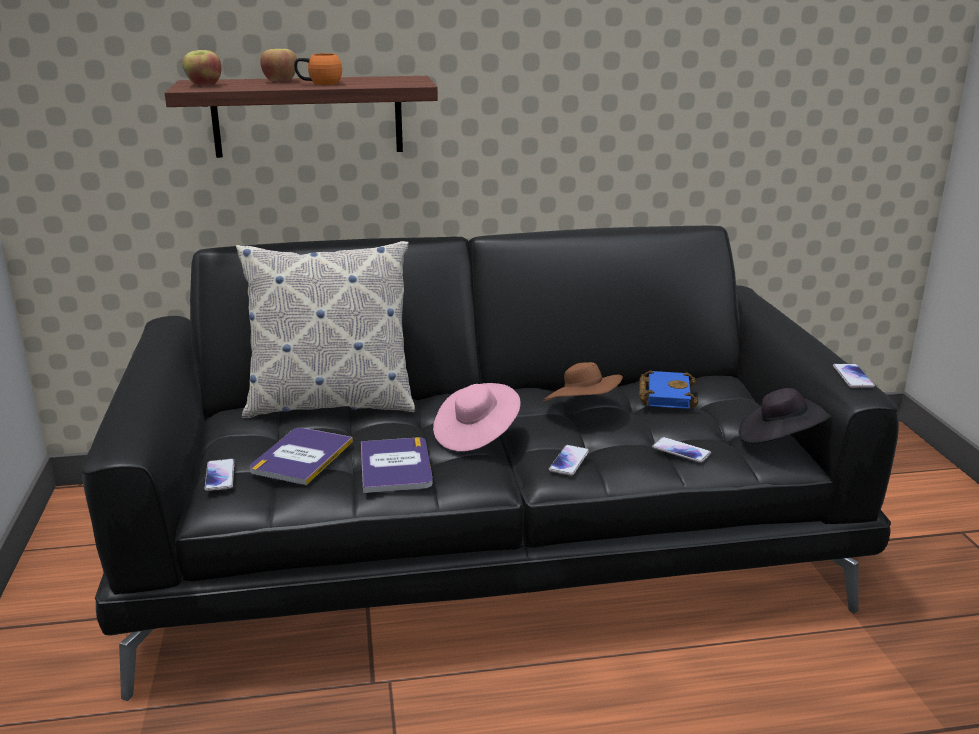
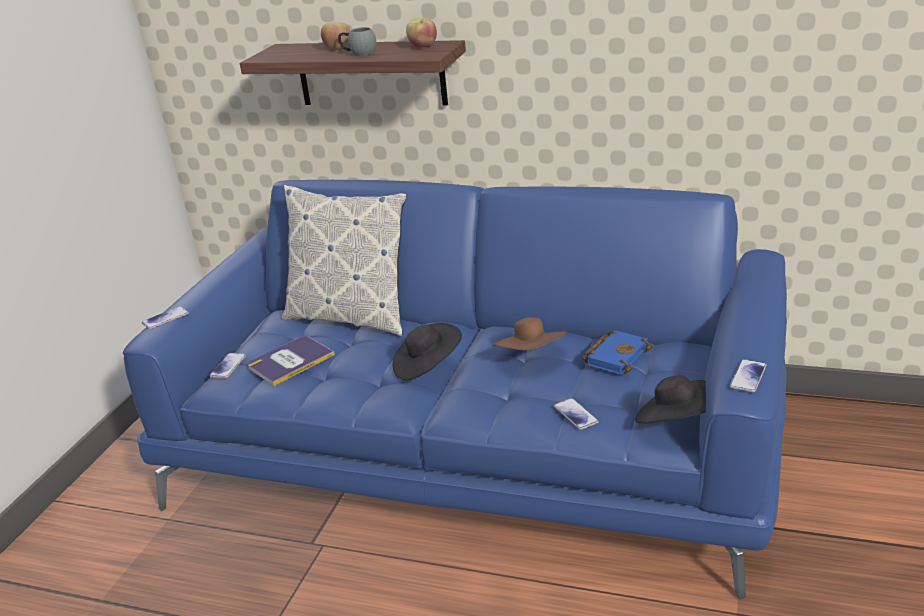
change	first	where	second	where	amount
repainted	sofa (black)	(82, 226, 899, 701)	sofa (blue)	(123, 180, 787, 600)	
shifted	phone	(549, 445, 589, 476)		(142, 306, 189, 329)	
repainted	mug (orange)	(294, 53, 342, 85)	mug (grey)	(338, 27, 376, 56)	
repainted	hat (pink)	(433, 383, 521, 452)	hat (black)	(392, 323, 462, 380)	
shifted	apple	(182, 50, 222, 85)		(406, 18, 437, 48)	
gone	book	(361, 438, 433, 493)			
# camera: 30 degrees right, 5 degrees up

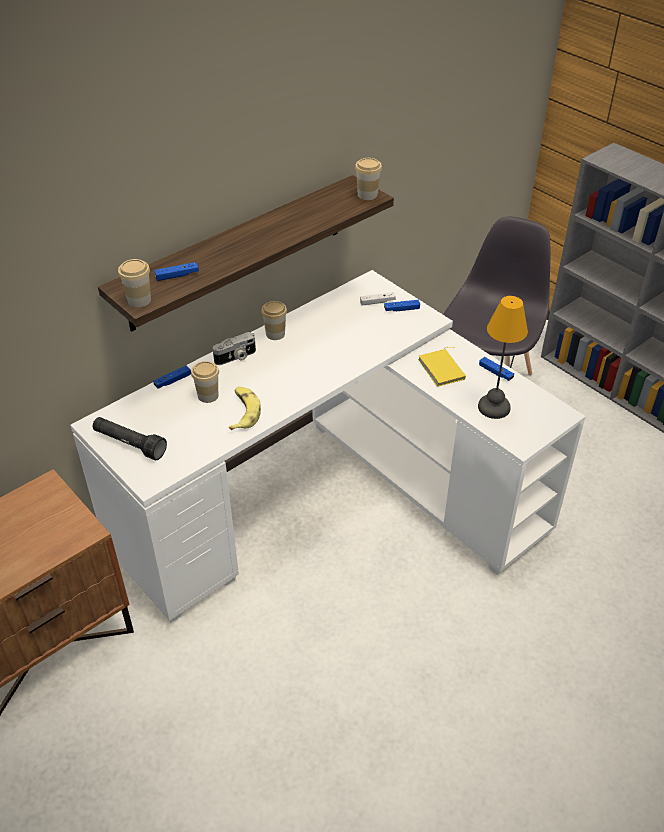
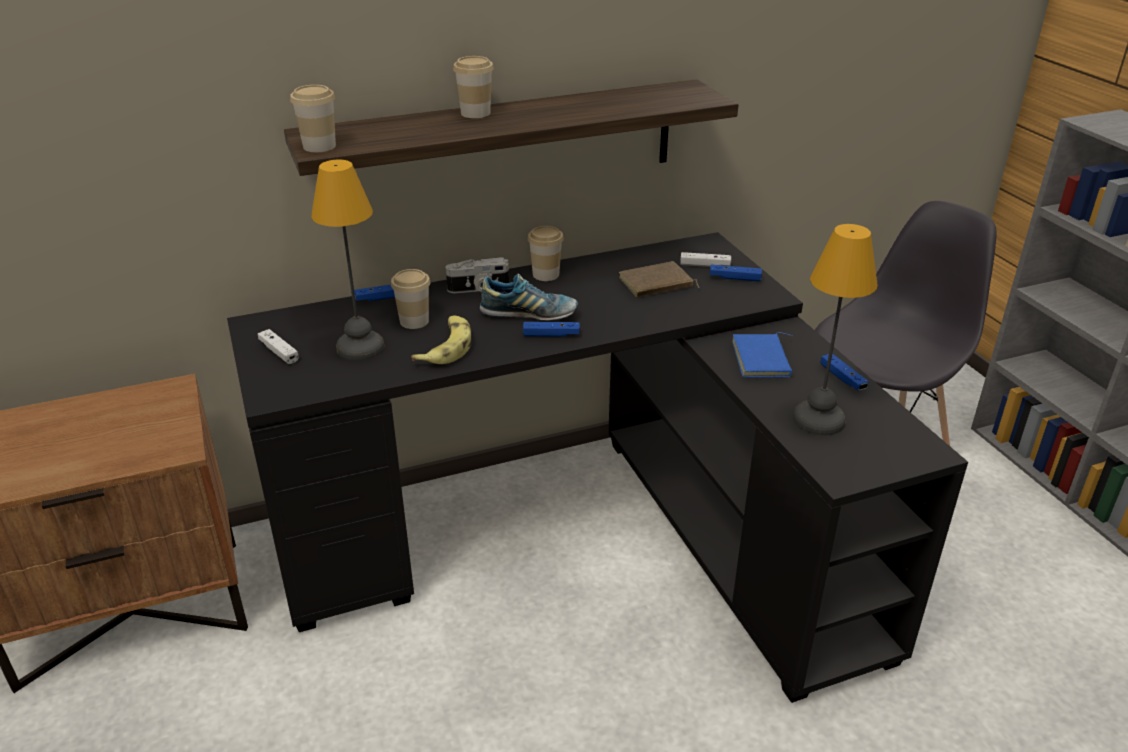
change	first	where	second	where	amount
repainted	desk (white)	(71, 270, 586, 623)	desk (black)	(227, 232, 968, 703)	
swapped	flashlight (black)	(93, 417, 167, 460)	game controller (white)	(258, 329, 299, 364)	
new			table lamp	(311, 159, 384, 361)	
shifted	cup	(355, 158, 382, 200)		(453, 56, 494, 118)	
new			shoe	(480, 274, 578, 321)	
shifted	game controller (blue)	(154, 262, 199, 281)		(523, 322, 580, 337)	
new			book (brown)	(619, 261, 699, 297)	
repainted	book (yellow)	(418, 347, 466, 387)	book (blue)	(732, 332, 792, 377)	
# camera: 20 degrees right, 10 degrees down

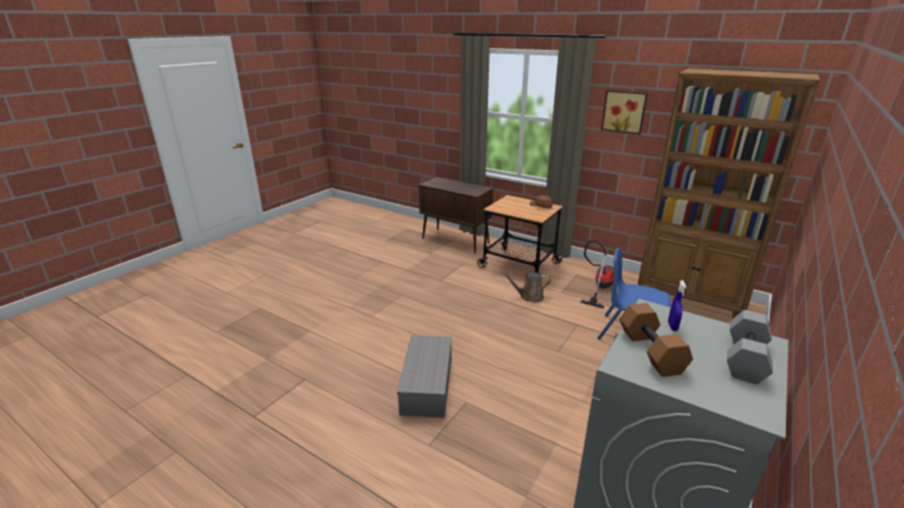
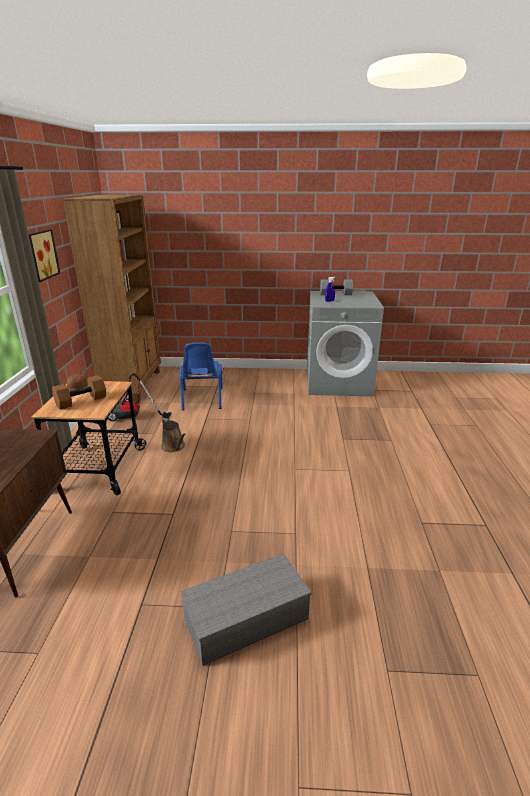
change	first	where	second	where	amount
shifted	dumbbell (brown)	(619, 303, 693, 377)		(52, 375, 106, 410)	
shifted	storage box (grey)	(397, 335, 452, 418)		(180, 553, 311, 666)	
# camera: 120 degrees left, 0 degrees up

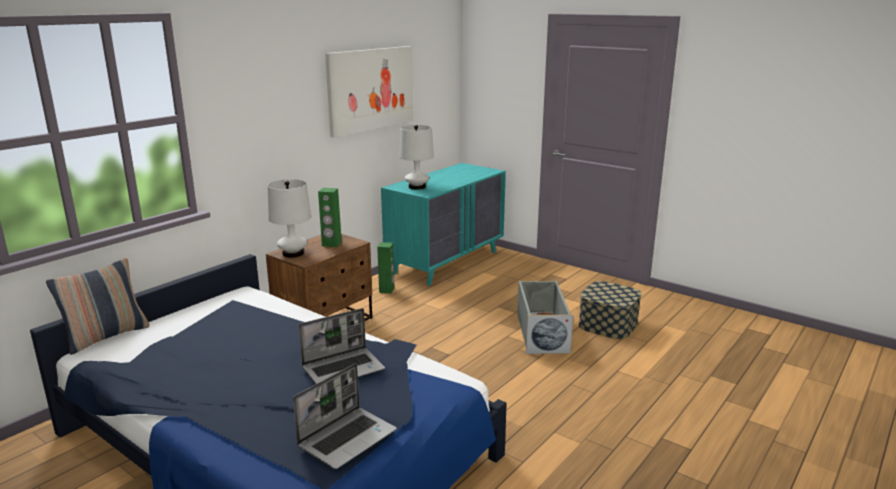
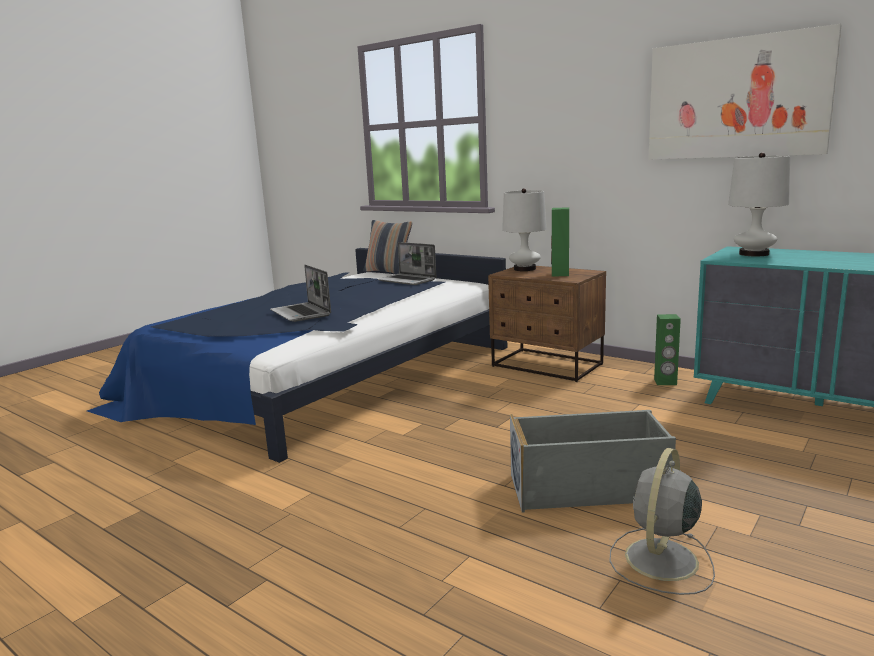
change	first	where	second	where	amount
shifted	laptop	(293, 363, 397, 469)		(378, 242, 436, 285)	
swapped	storage box	(579, 281, 642, 339)	fan (grey)	(610, 448, 715, 595)	
# camera: 90 degrees right, 5 degrees down

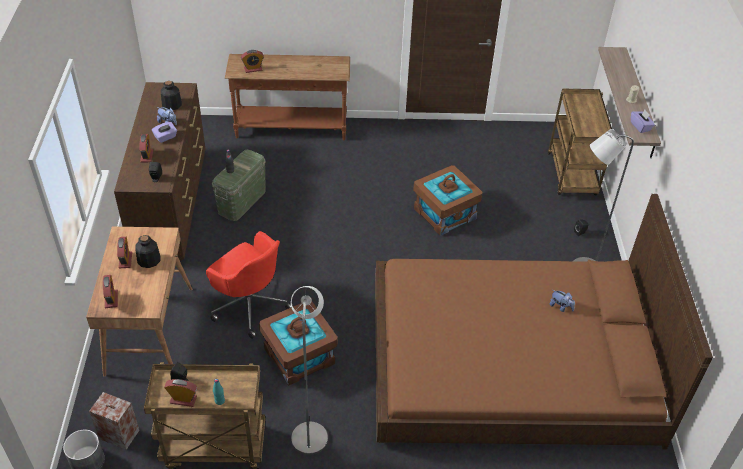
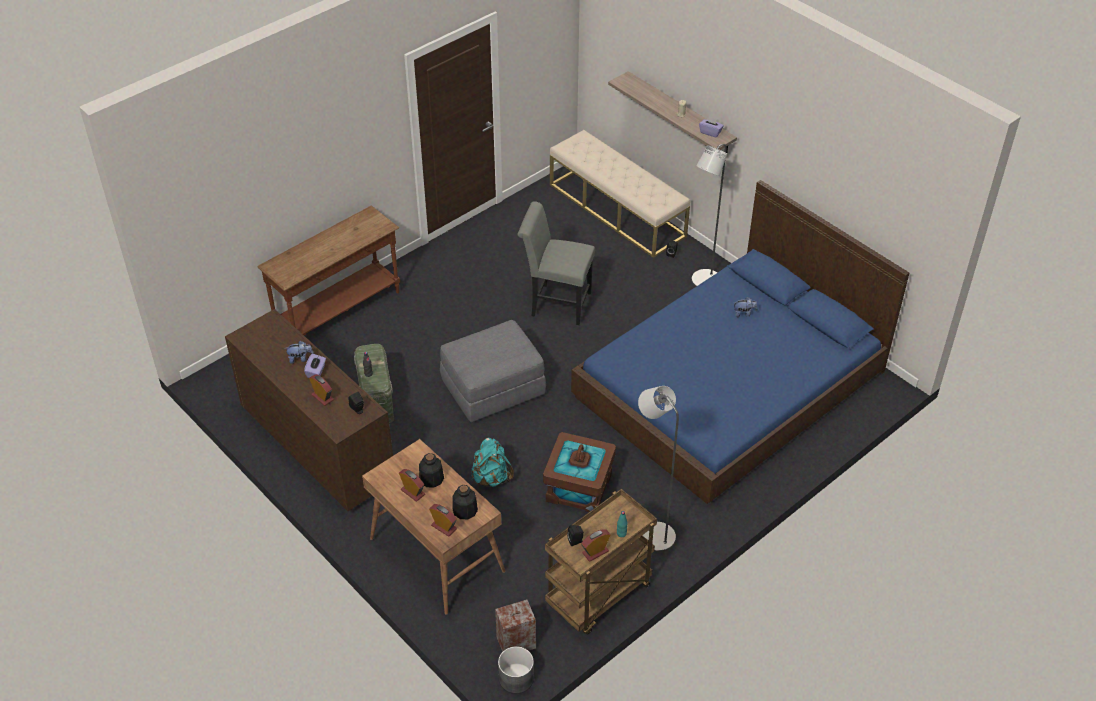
change	first	where	second	where	amount
new			ottoman (grey)	(440, 320, 546, 422)	
shifted	bottle	(161, 81, 182, 110)		(452, 485, 478, 519)	
swapped	office chair (red)	(206, 231, 293, 339)	backpack (turquoise)	(471, 437, 514, 487)	
swapped	storage box (brown)	(413, 165, 483, 236)	chair (grey)	(517, 201, 595, 325)	
swapped	cart (brown)	(548, 88, 612, 195)	bench (beige)	(550, 130, 690, 258)	
repainted	bed (brown)	(375, 194, 713, 449)	bed (blue)	(571, 180, 909, 504)	
gone	alarm clock	(241, 50, 264, 73)			
# camera: 40 degrees left, 0 degrees up

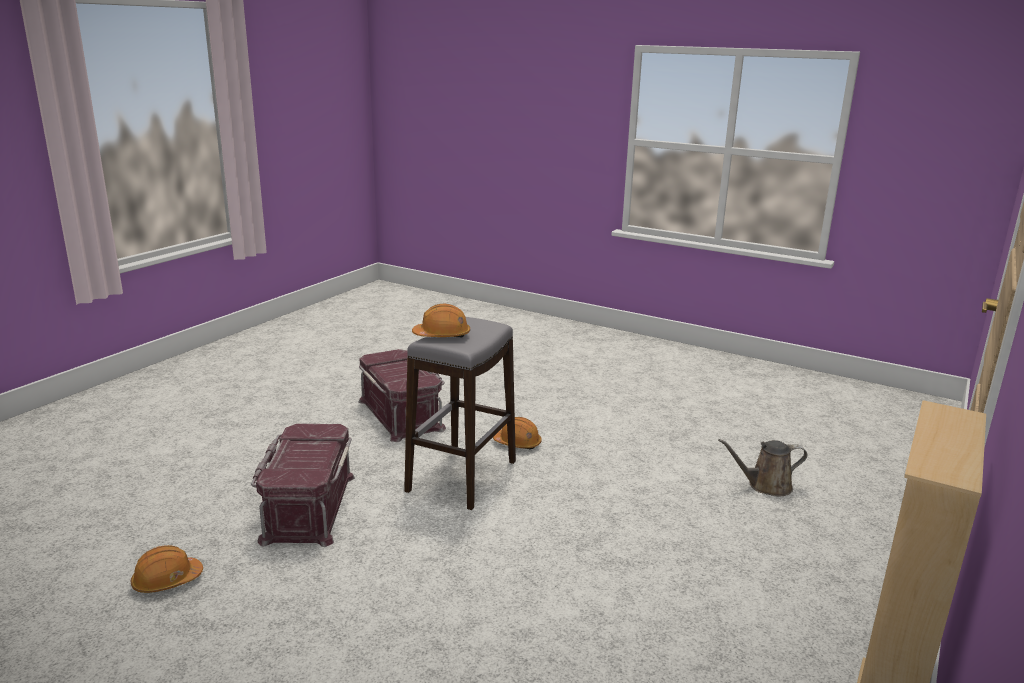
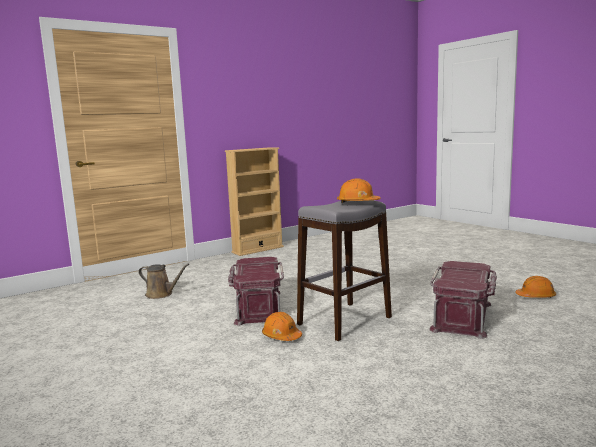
change	first	where	second	where	amount
shifted	storage box (red)	(358, 349, 446, 442)		(228, 257, 284, 326)	
# camera: 155 degrees left, 10 degrees down

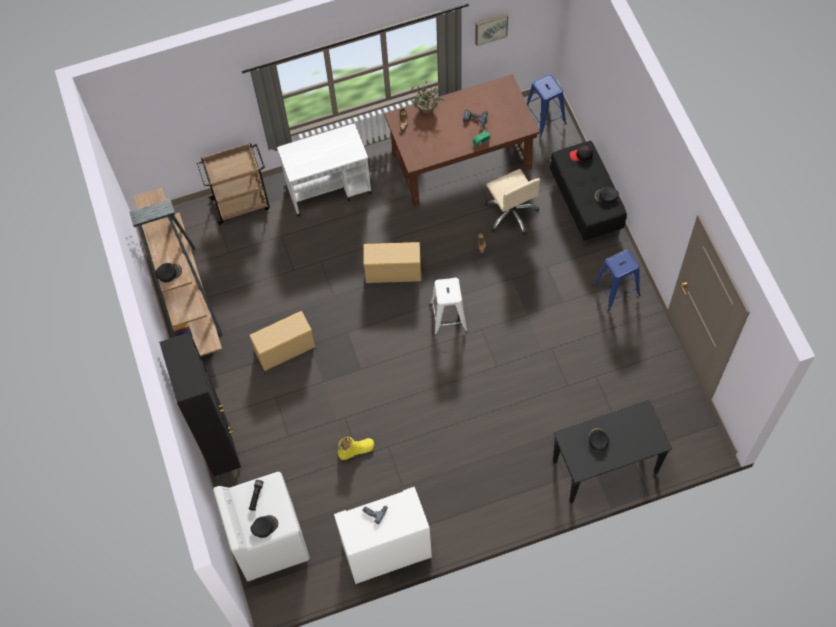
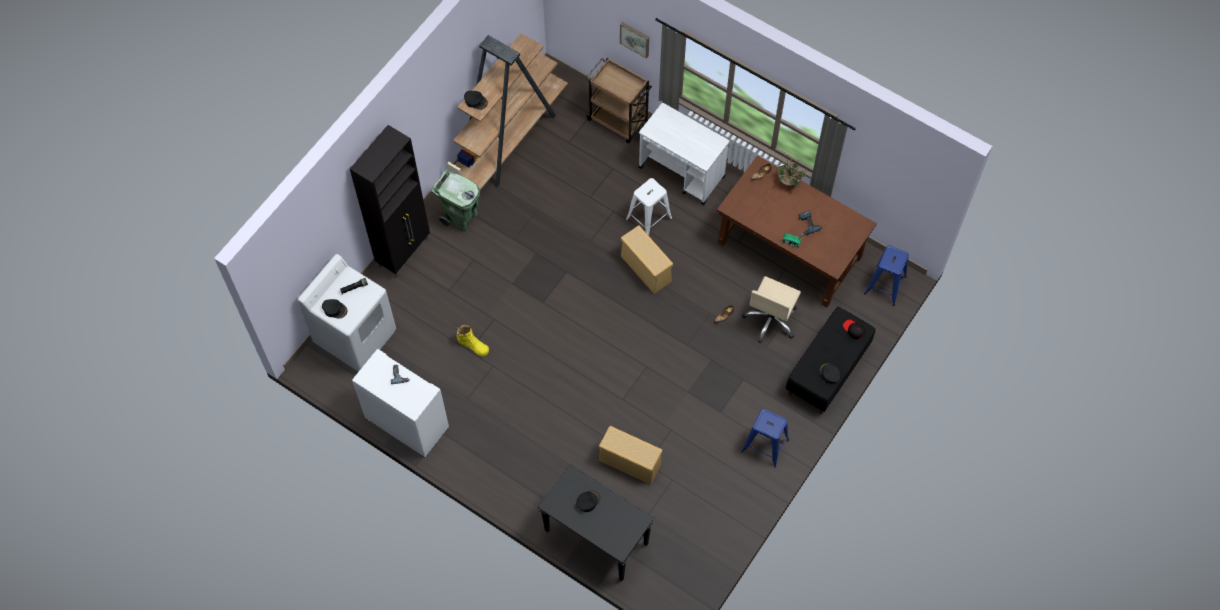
change	first	where	second	where	amount
new			trash can (green)	(431, 169, 480, 232)	
shifted	storage box (beige)	(249, 311, 315, 371)		(599, 426, 662, 485)	
shifted	picture	(475, 13, 508, 46)		(620, 22, 649, 59)	
shifted	stool (white)	(430, 278, 468, 335)		(626, 178, 673, 236)	
# camera: 50 degrees right, 0 degrees up

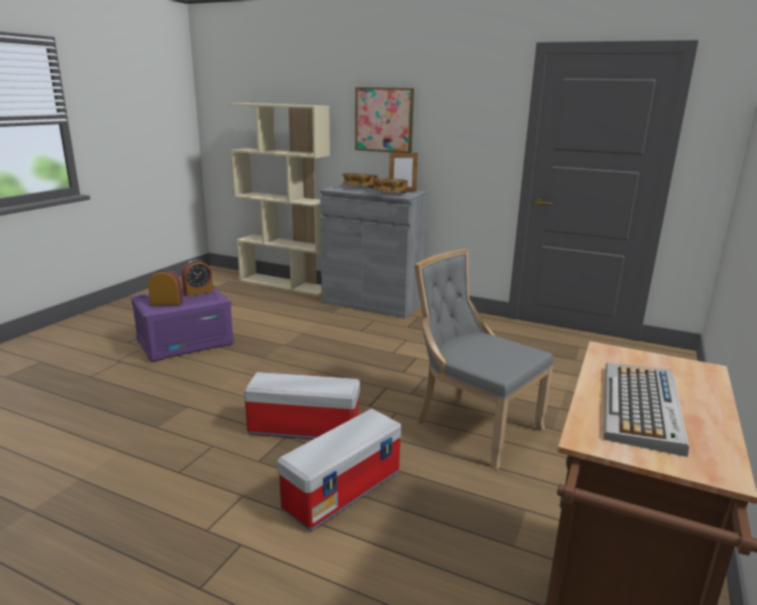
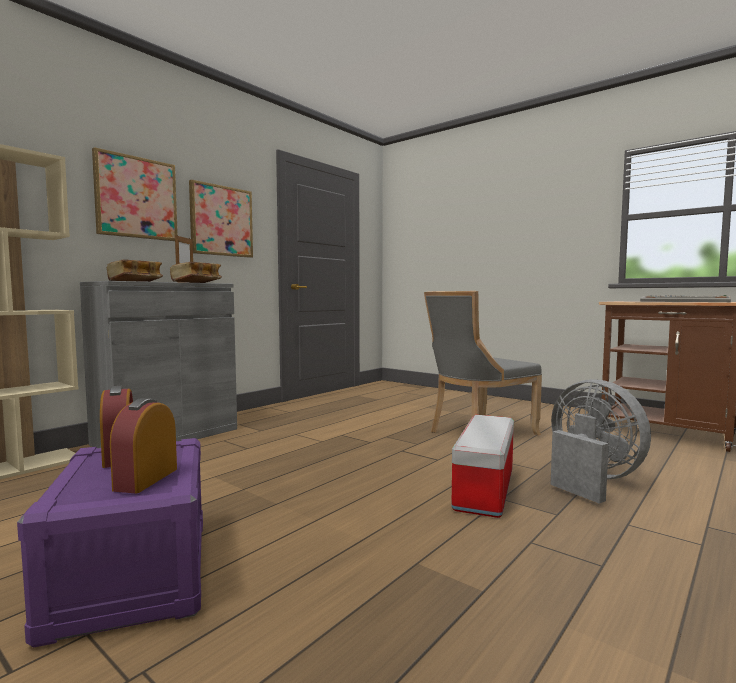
change	first	where	second	where	amount
new			picture	(189, 180, 253, 258)	
swapped	storage box	(277, 408, 401, 531)	fan (grey)	(551, 379, 651, 504)	
# camera: 75 degrees left, 15 degrees down

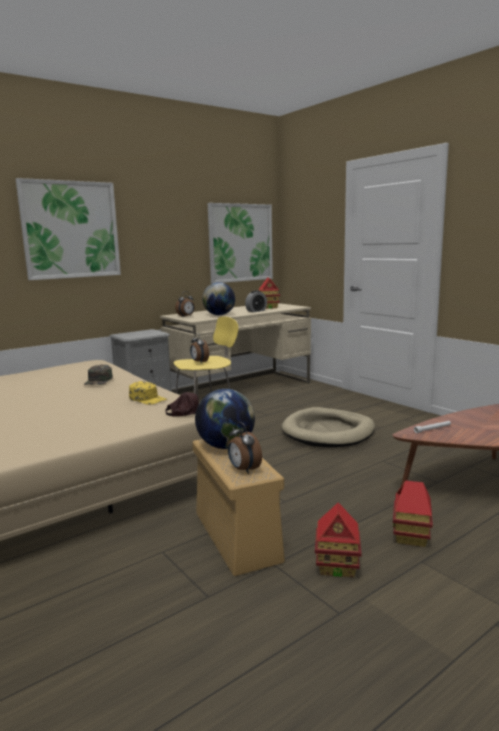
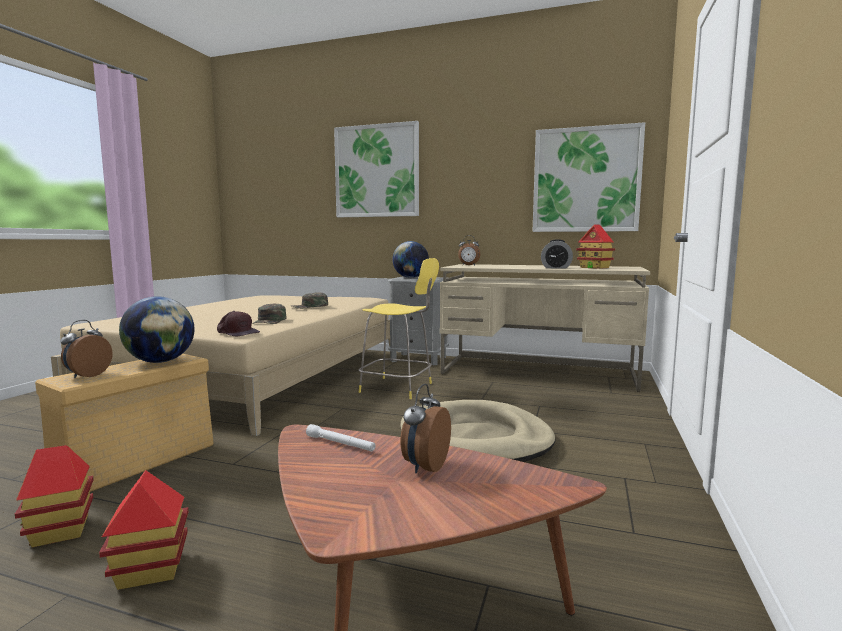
change	first	where	second	where	amount
repainted	cap (yellow)	(129, 381, 167, 405)	cap (green)	(252, 304, 287, 324)	
shifted	globe	(202, 282, 235, 315)		(392, 241, 429, 278)	
shifted	alarm clock	(190, 333, 209, 363)		(400, 384, 451, 473)	
# camera: 55 degrees right, 5 degrees down

